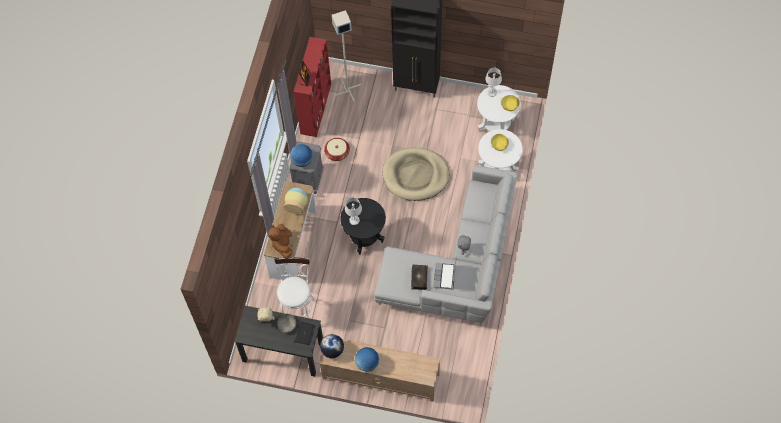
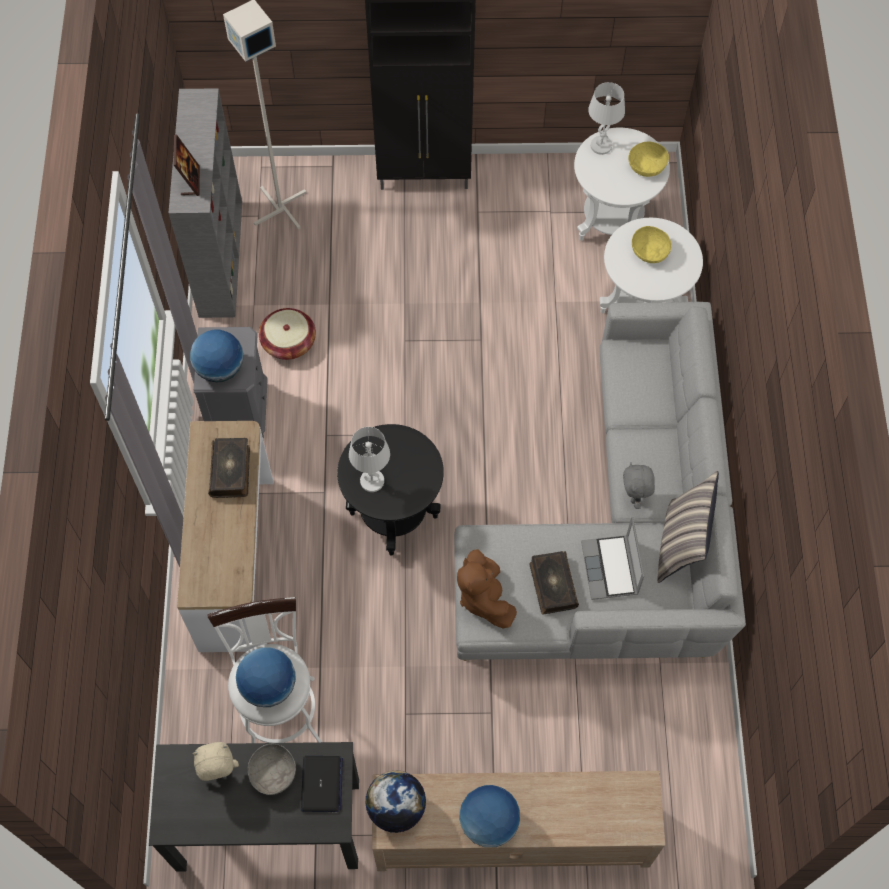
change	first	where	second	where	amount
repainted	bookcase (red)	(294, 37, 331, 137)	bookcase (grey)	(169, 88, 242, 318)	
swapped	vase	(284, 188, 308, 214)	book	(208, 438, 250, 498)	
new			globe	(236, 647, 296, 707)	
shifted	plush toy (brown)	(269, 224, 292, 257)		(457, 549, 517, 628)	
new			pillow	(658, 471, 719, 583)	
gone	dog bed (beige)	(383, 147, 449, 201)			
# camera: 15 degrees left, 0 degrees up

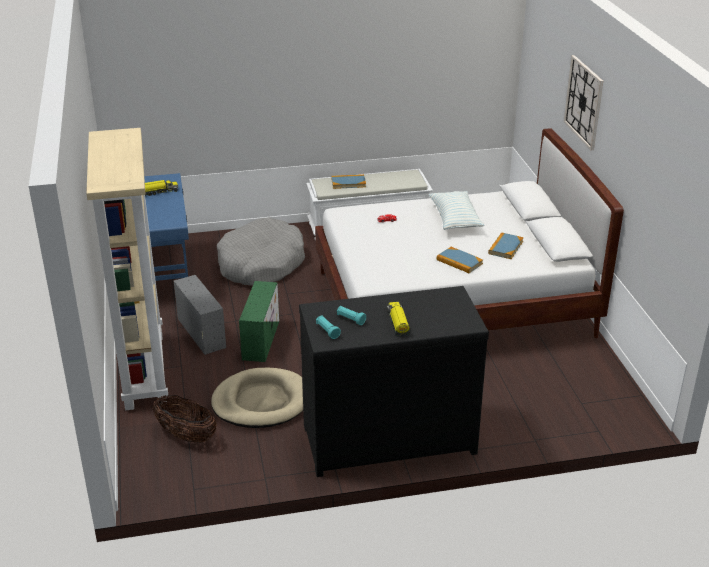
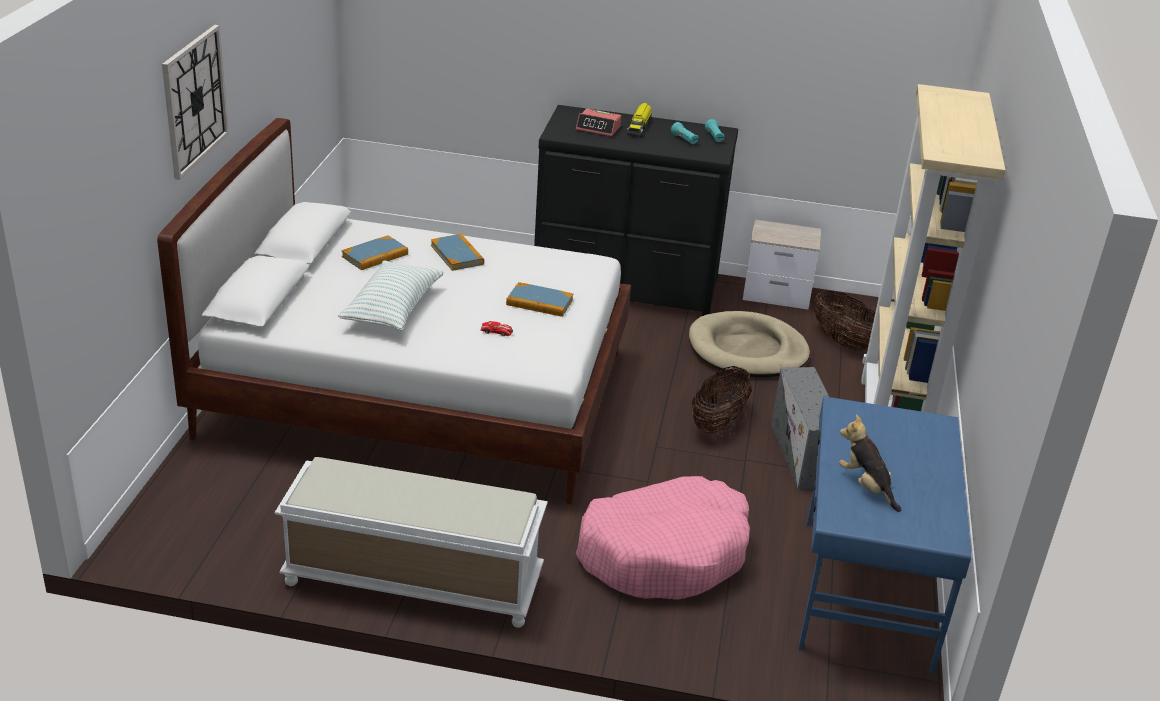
change	first	where	second	where	amount
shifted	book	(331, 174, 366, 189)		(506, 282, 573, 317)	
repainted	dog bed (grey)	(217, 217, 305, 286)	dog bed (pink)	(575, 476, 750, 600)	
new			alarm clock	(576, 109, 621, 137)	
swapped	storage box (green)	(239, 281, 279, 362)	basket	(692, 366, 752, 434)	
new			nightstand	(743, 220, 821, 310)	
swapped	toy truck	(145, 180, 178, 196)	plush toy	(839, 414, 901, 512)	
# camera: 160 degrees left, 0 degrees up

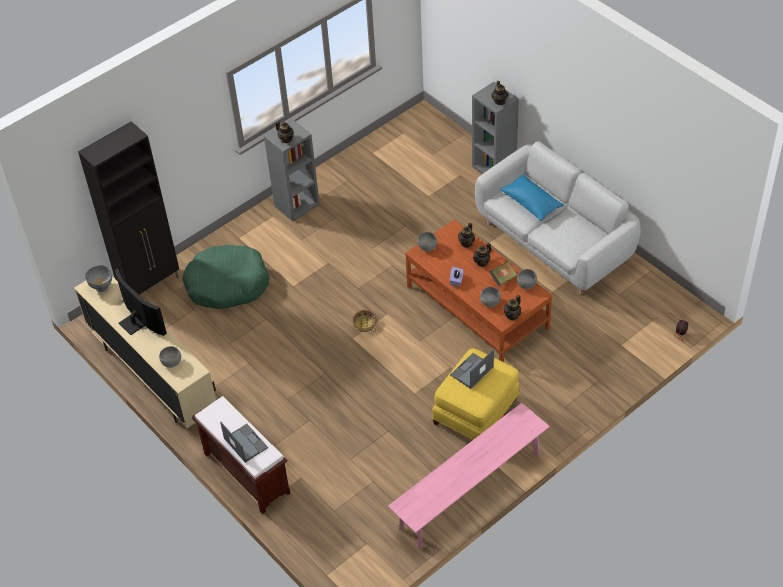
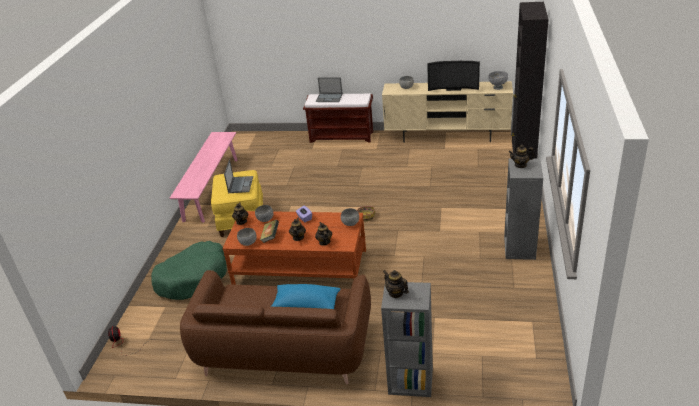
change	first	where	second	where	amount
shifted	dog bed (green)	(182, 245, 270, 309)		(151, 241, 227, 300)	
repainted	sofa (grey)	(475, 141, 641, 295)	sofa (brown)	(180, 270, 371, 384)	
# camera: 140 degrees right, 15 degrees down

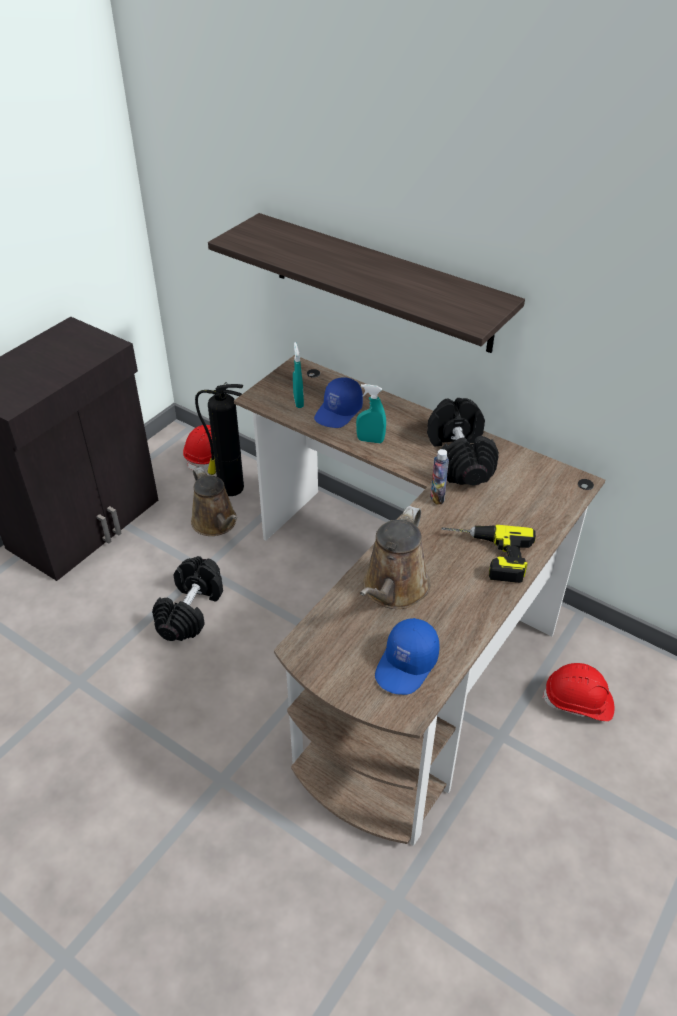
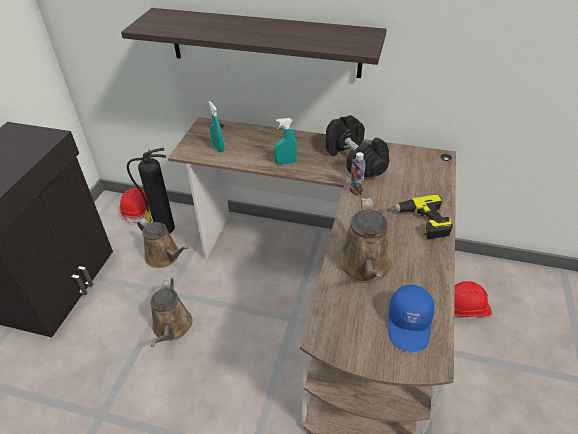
change	first	where	second	where	amount
swapped	dumbbell (black)	(152, 556, 223, 641)	watering can (brown)	(150, 278, 192, 347)	
gone	cap (blue)	(314, 377, 363, 428)			
# camera: 20 degrees left, 0 degrees up

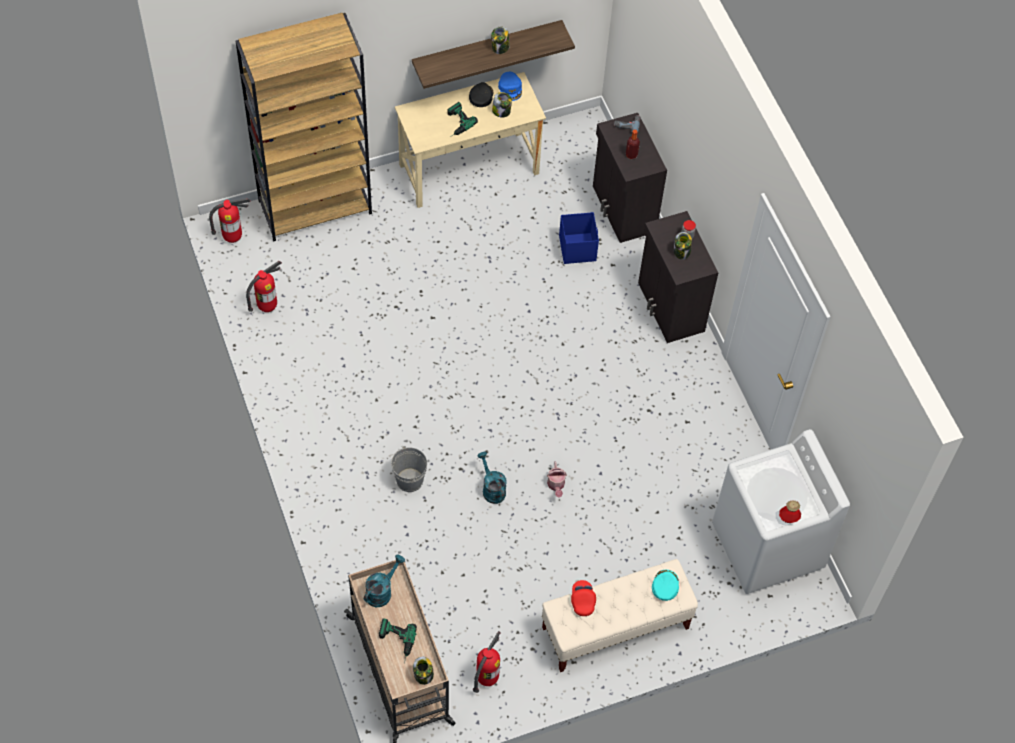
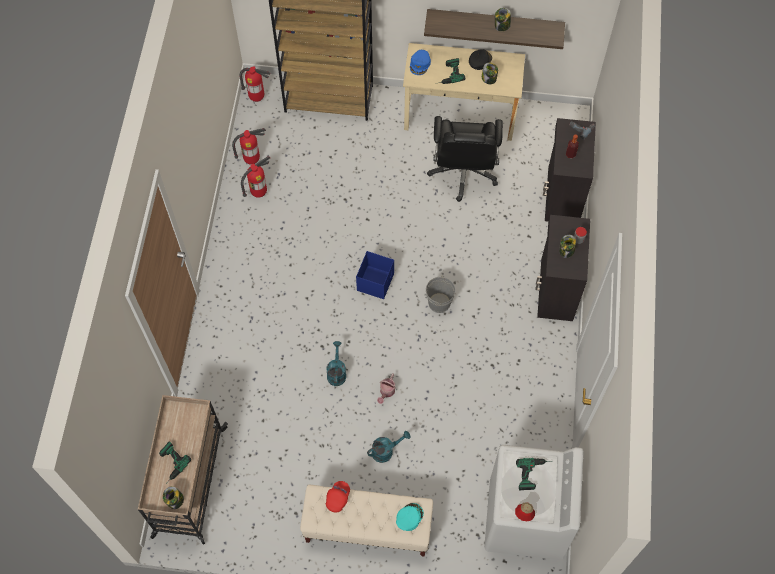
change	first	where	second	where	amount
shifted	fire extinguisher	(473, 631, 501, 693)		(241, 156, 270, 198)	
shifted	storage box (blue)	(559, 212, 599, 264)		(356, 251, 394, 299)	
shifted	watering can (turquoise)	(364, 555, 405, 608)		(367, 431, 411, 463)	
shifted	cap (blue)	(498, 72, 522, 101)		(410, 50, 431, 75)	
shifted	bucket (grey)	(391, 446, 427, 492)		(426, 275, 455, 313)	
new			office chair (black)	(427, 116, 503, 202)	
new			power drill	(516, 458, 552, 490)	
# camera: 30 degrees right, 5 degrees up

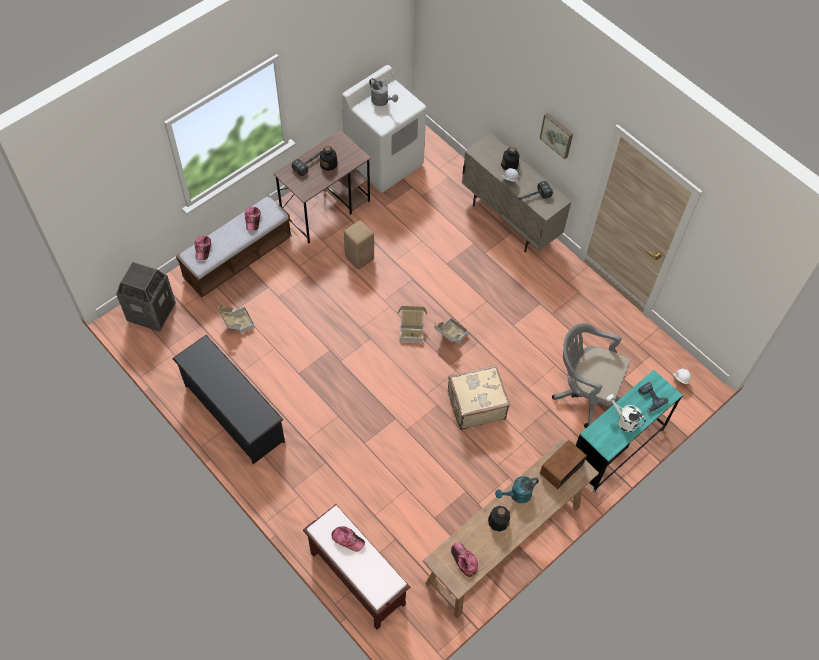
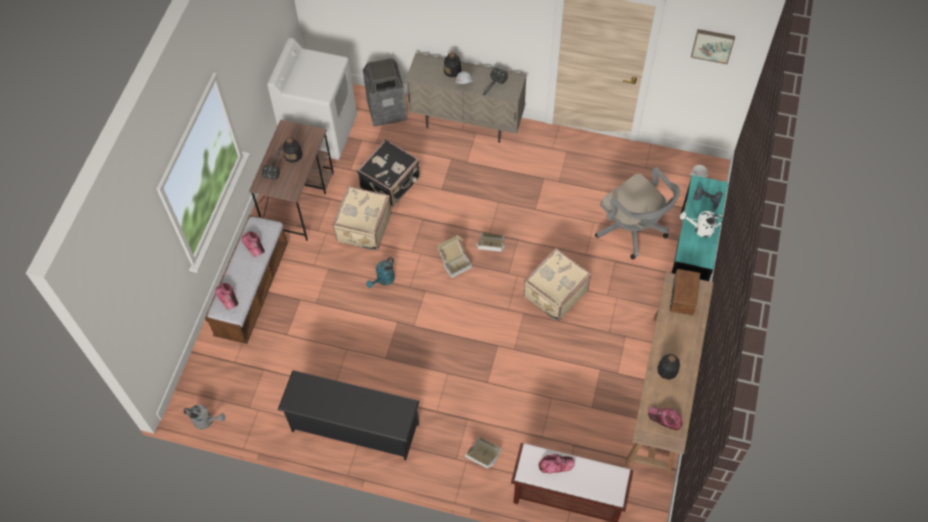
change	first	where	second	where	amount
shifted	watering can (grey)	(369, 78, 398, 106)		(183, 405, 225, 430)	
swapped	stool (beige)	(344, 220, 374, 269)	suitcase (beige)	(333, 186, 392, 251)	
new			suitcase (black)	(357, 139, 421, 207)	
shifted	trash can	(116, 262, 176, 332)		(363, 58, 407, 127)	
shifted	watering can (turquoise)	(495, 476, 539, 503)		(366, 257, 395, 288)	
shifted	cardboard box	(218, 305, 255, 334)		(465, 437, 502, 469)	
rotated	office chair (grey)	(552, 323, 630, 428)		(595, 167, 680, 259)	120 degrees counterclockwise
shifted	picture	(540, 113, 573, 159)		(691, 29, 735, 64)	
# camera: 30 degrees left, 0 degrees up

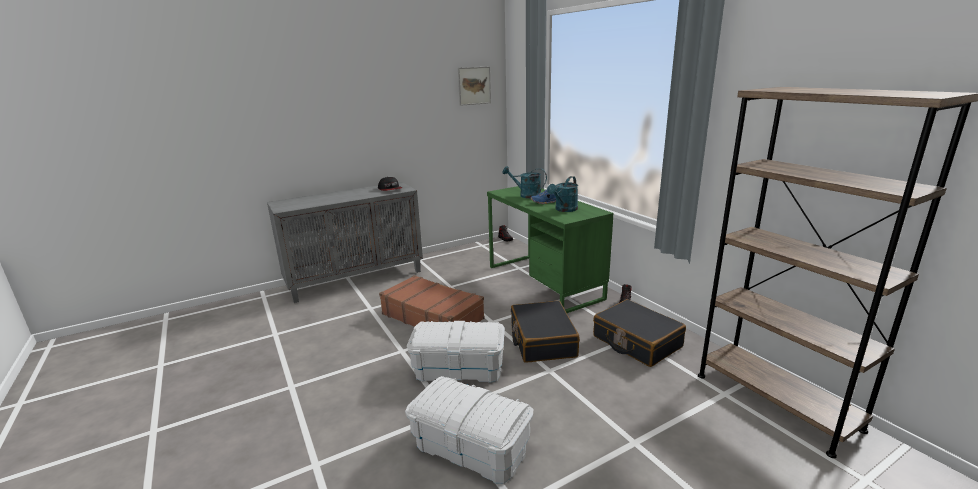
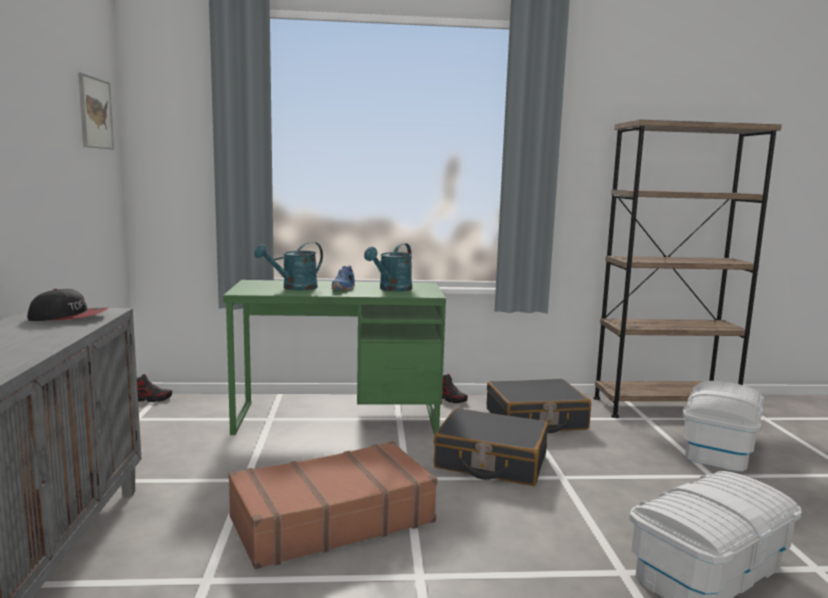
change	first	where	second	where	amount
rotated	watering can (turquoise)	(547, 176, 578, 212)		(364, 243, 412, 292)	60 degrees clockwise
shifted	storage box (white)	(407, 321, 505, 382)		(683, 381, 764, 472)	
# camera: 65 degrees left, 10 degrees down

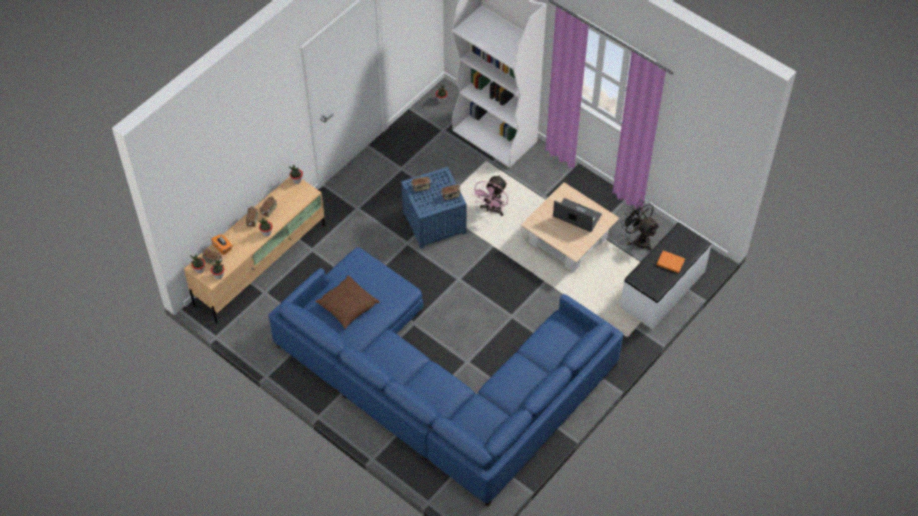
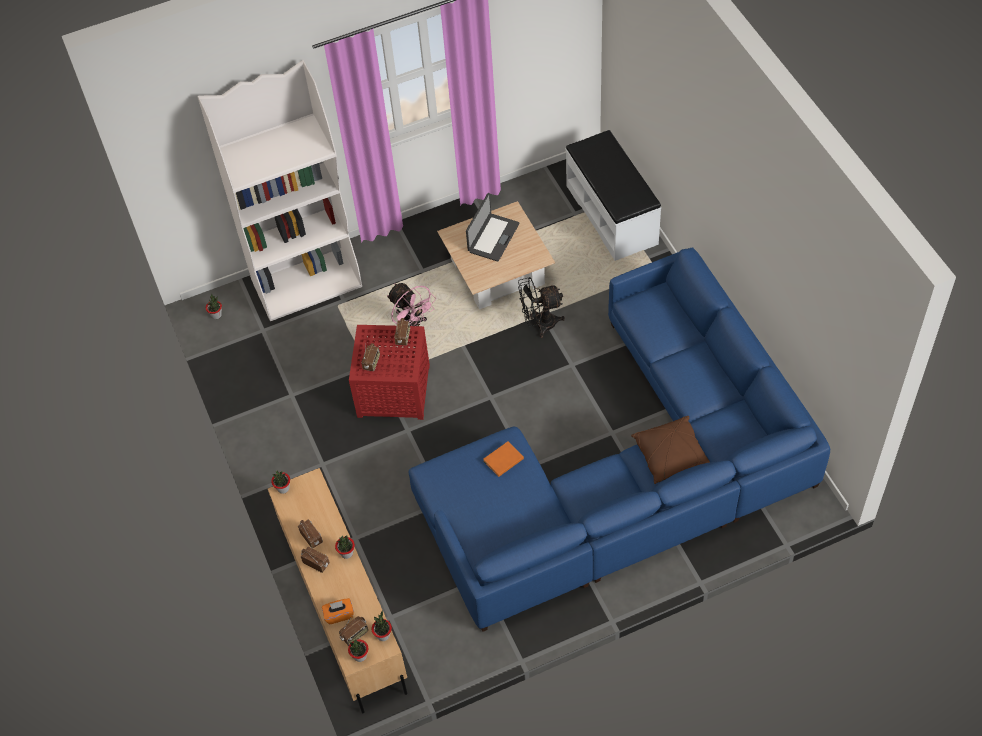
change	first	where	second	where	amount
repainted	side table (blue)	(401, 167, 467, 248)	side table (red)	(349, 325, 430, 420)	
rotated	laptop	(553, 198, 602, 232)		(466, 193, 520, 262)	150 degrees clockwise
shifted	book (orange)	(657, 250, 685, 274)		(483, 441, 524, 477)	
shifted	fan (black)	(622, 200, 660, 251)		(518, 277, 565, 338)	
shifted	pillow (brown)	(315, 275, 380, 329)		(631, 416, 710, 484)	
# camera: 60 degrees left, 0 degrees up

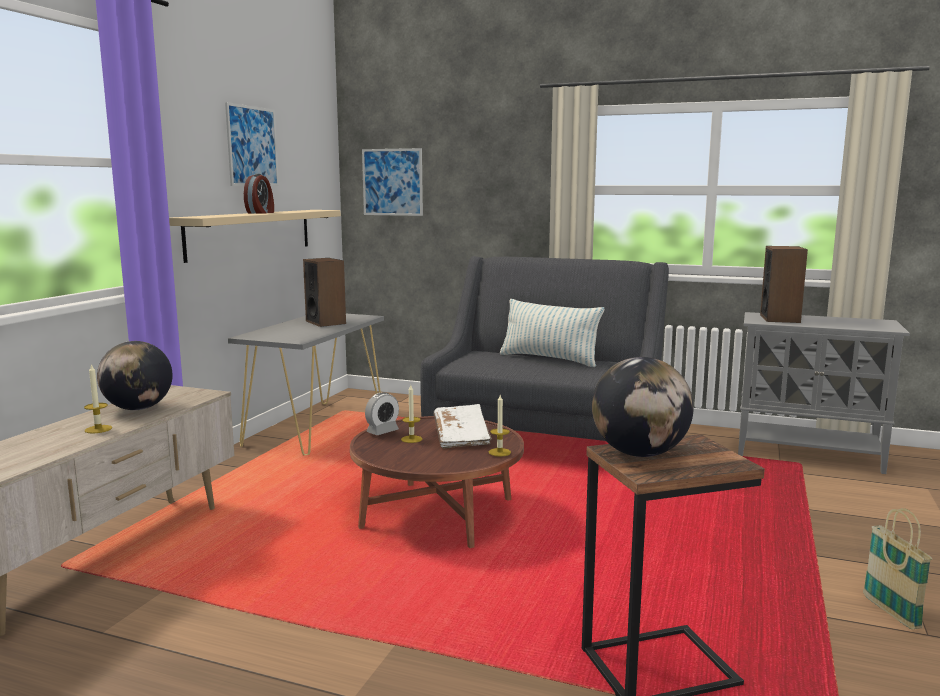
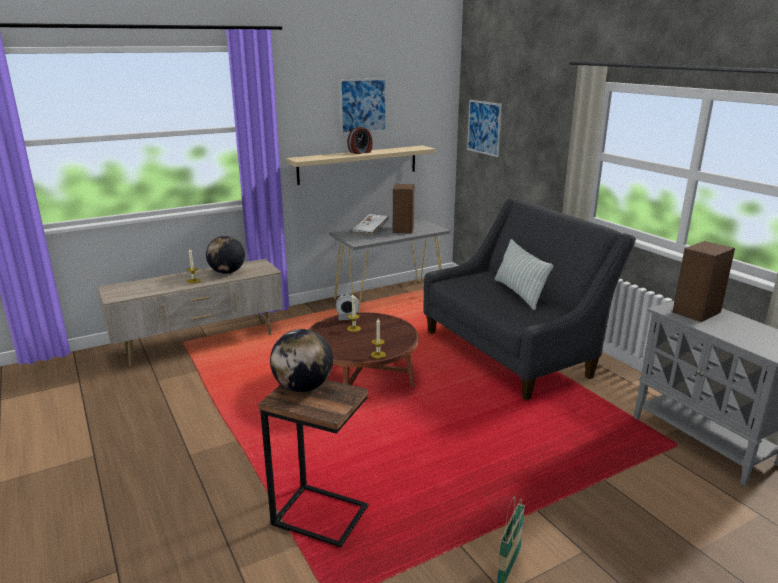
change	first	where	second	where	amount
shifted	book (white)	(434, 404, 492, 449)		(352, 214, 389, 235)	
# camera: 40 degrees right, 10 degrees up

